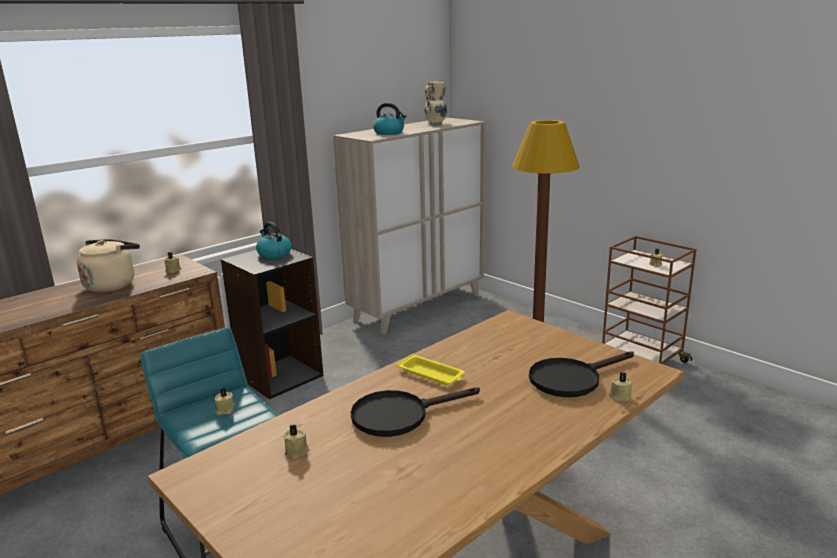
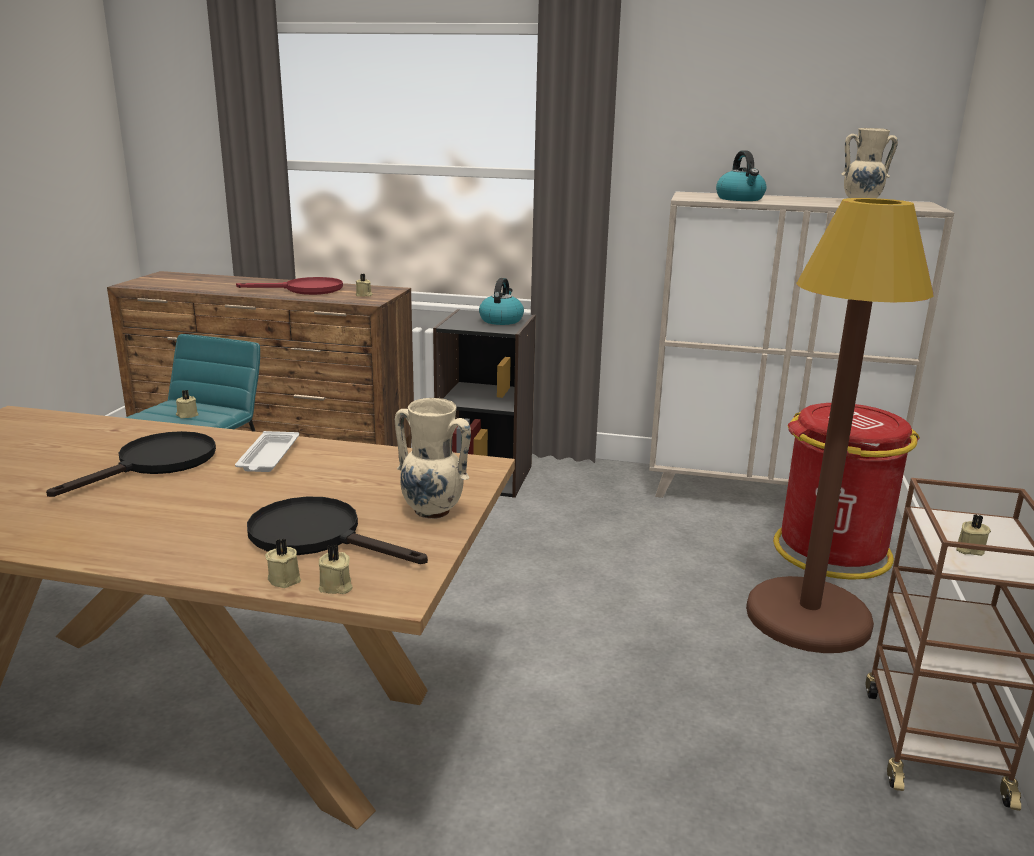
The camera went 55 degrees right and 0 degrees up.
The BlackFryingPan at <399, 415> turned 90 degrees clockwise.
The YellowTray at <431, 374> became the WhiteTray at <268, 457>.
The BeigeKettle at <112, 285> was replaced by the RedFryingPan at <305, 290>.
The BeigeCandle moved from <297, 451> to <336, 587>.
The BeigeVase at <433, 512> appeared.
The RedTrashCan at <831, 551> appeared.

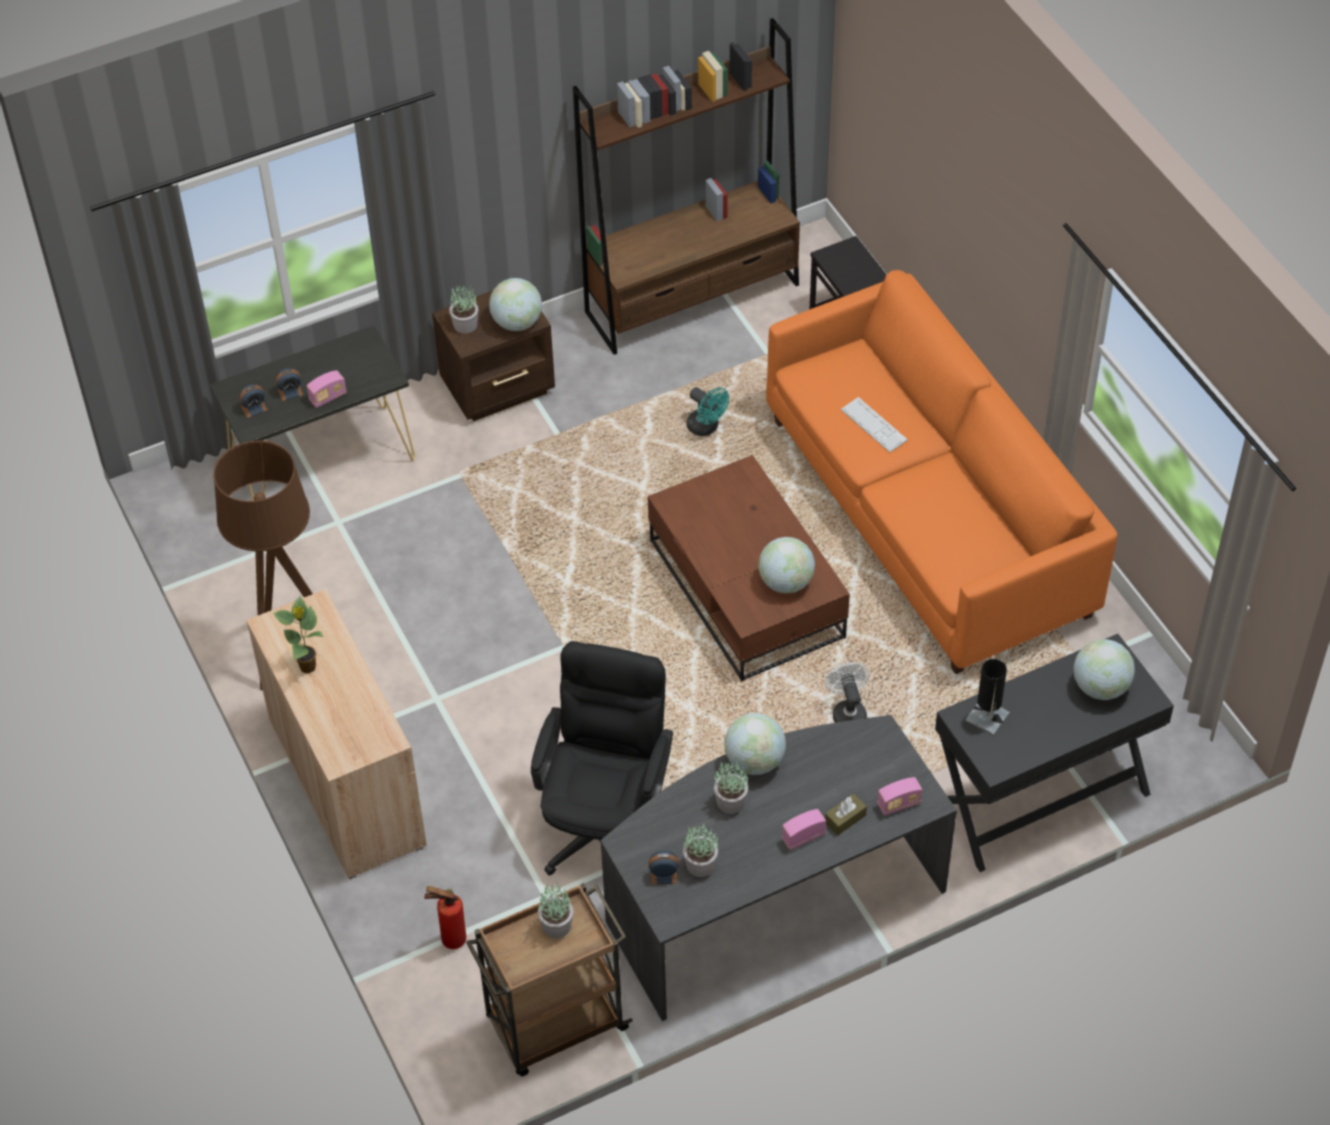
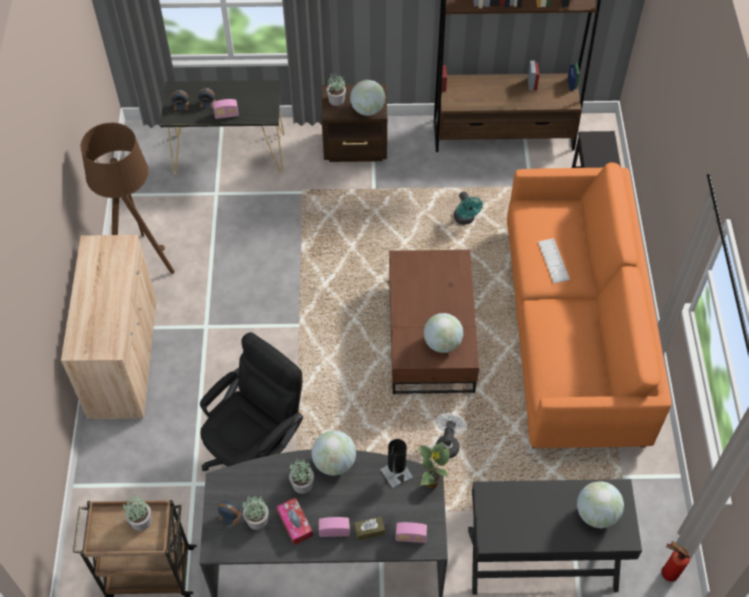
The camera went 25 degrees right and 5 degrees up.
The TissueBox at <295, 523> appeared.
The BlackTableLamp moved from <987, 717> to <396, 473>.
The PottedPlant moved from <308, 667> to <432, 484>.
The FireExtinguisher moved from <450, 939> to <667, 572>.

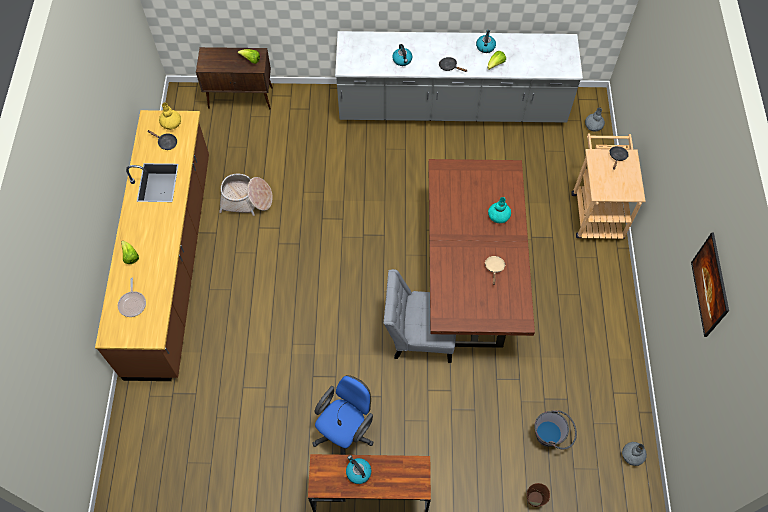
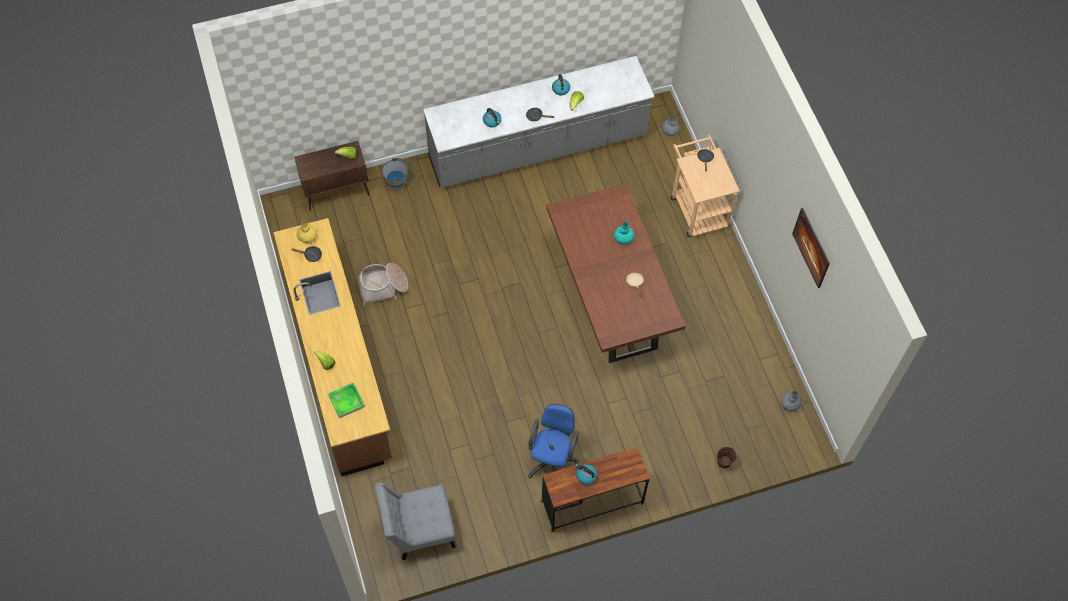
The camera went 20 degrees left and 0 degrees up.
The FryingPan at <133, 303> was replaced by the Tray at <346, 401>.
The GreyChair moved from <419, 334> to <419, 530>.
The GreyBucket moved from <552, 436> to <400, 182>.

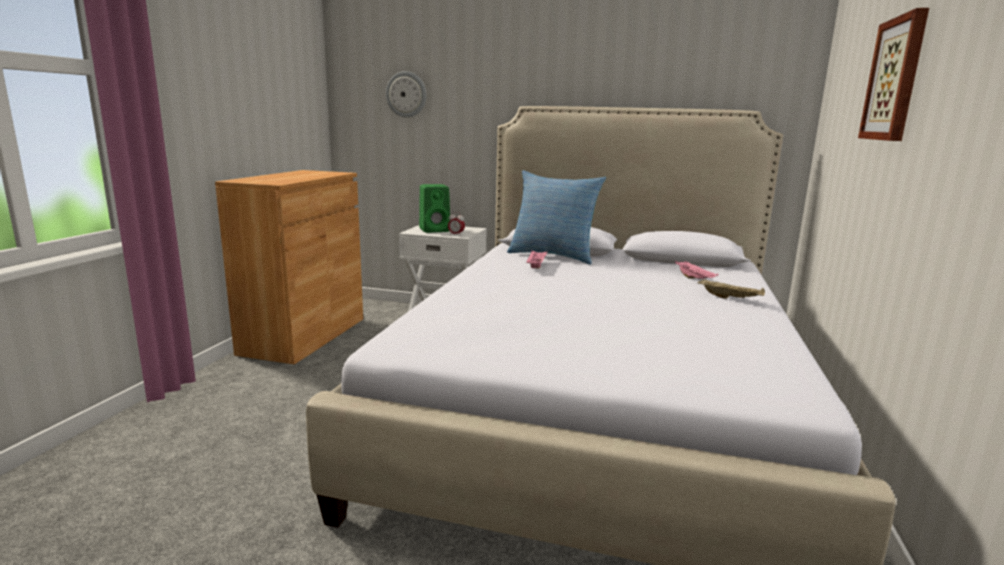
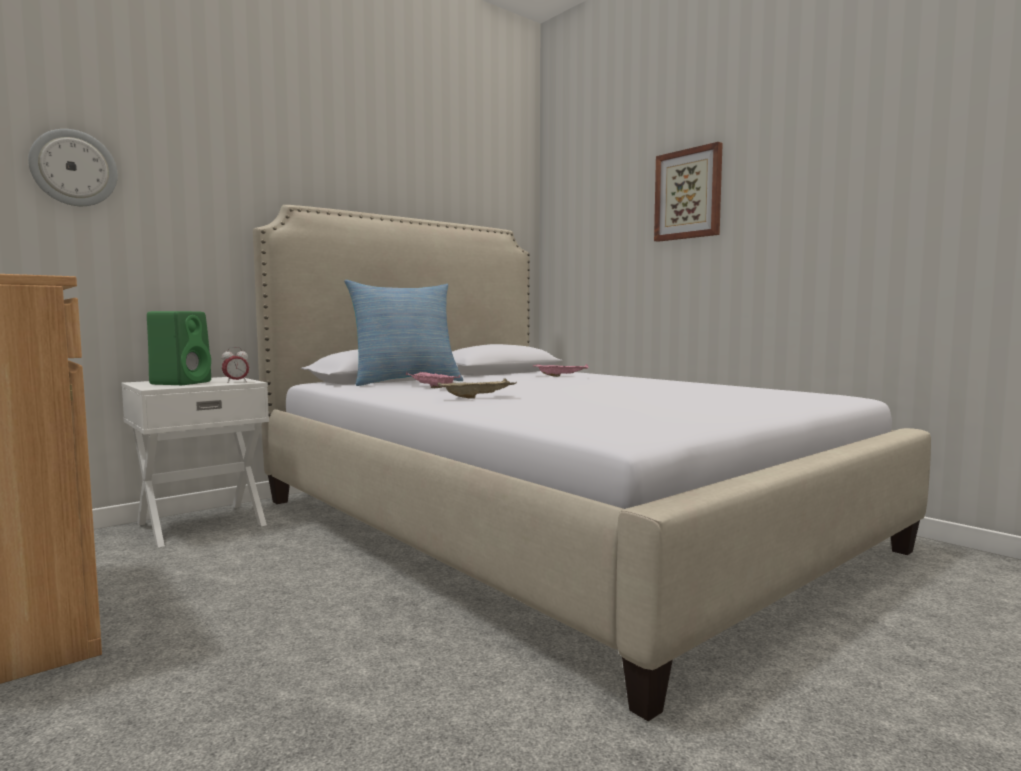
The camera went 55 degrees left and 10 degrees down.
The BeigeTray moved from <731, 298> to <477, 397>.

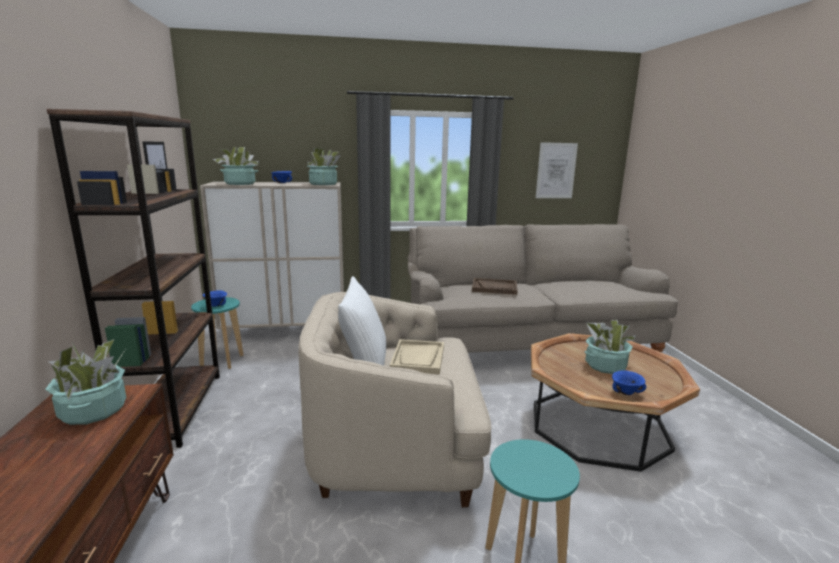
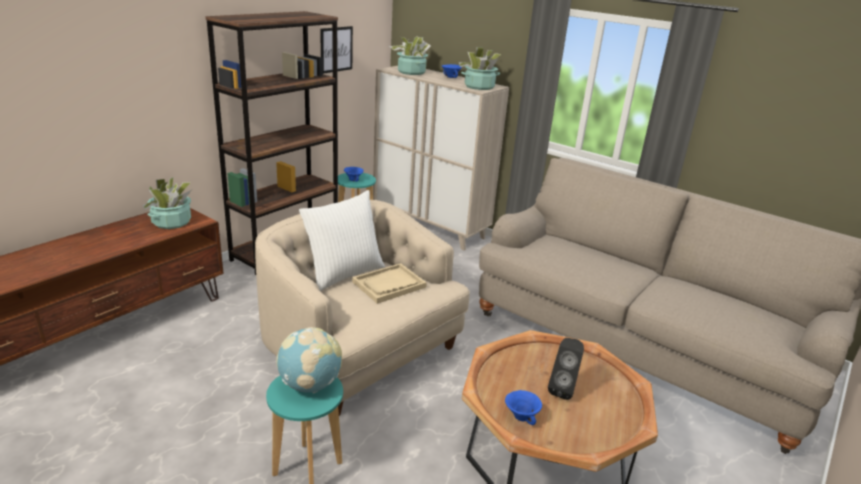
The camera went 45 degrees right and 10 degrees up.
The Globe at <310, 385> appeared.
The PottedPlant at <605, 366> was replaced by the BlackSpeaker at <563, 389>.
The BrownTray at <494, 288> disappeared.
The Picture at <556, 170> disappeared.

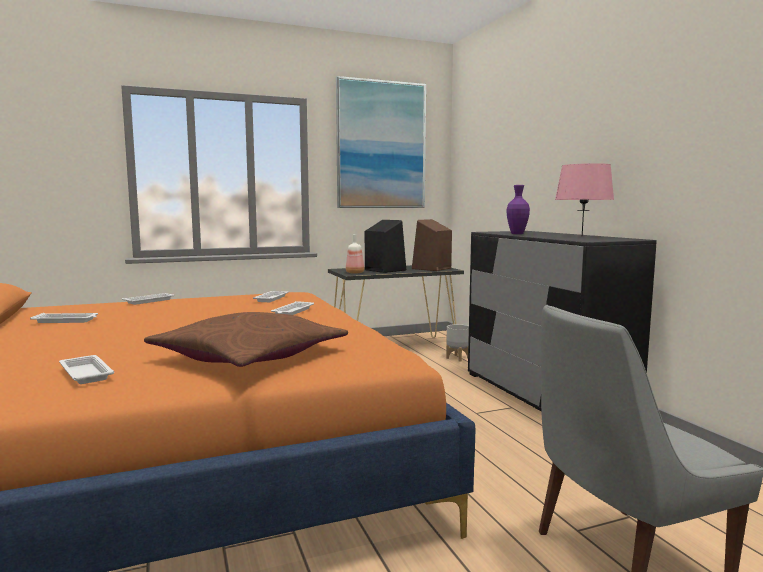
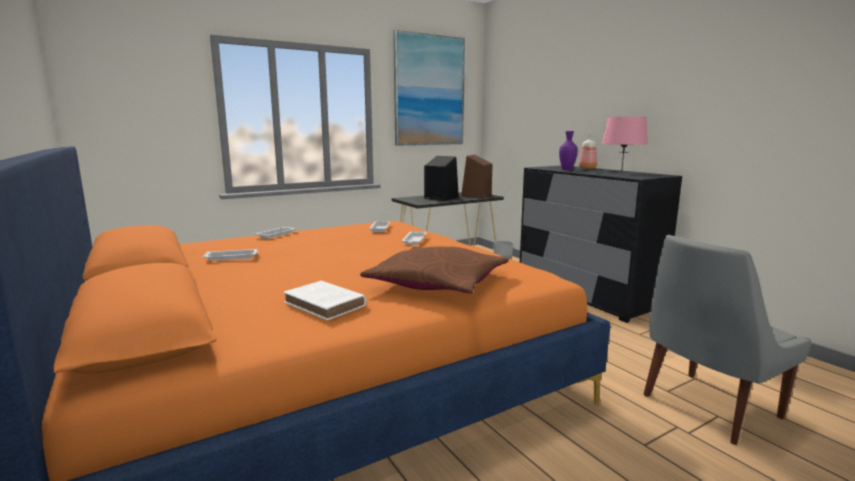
The camera went 10 degrees left and 5 degrees up.
The WhiteTray at <86, 373> was replaced by the WhiteBook at <326, 305>.
The Bottle moved from <355, 273> to <587, 168>.

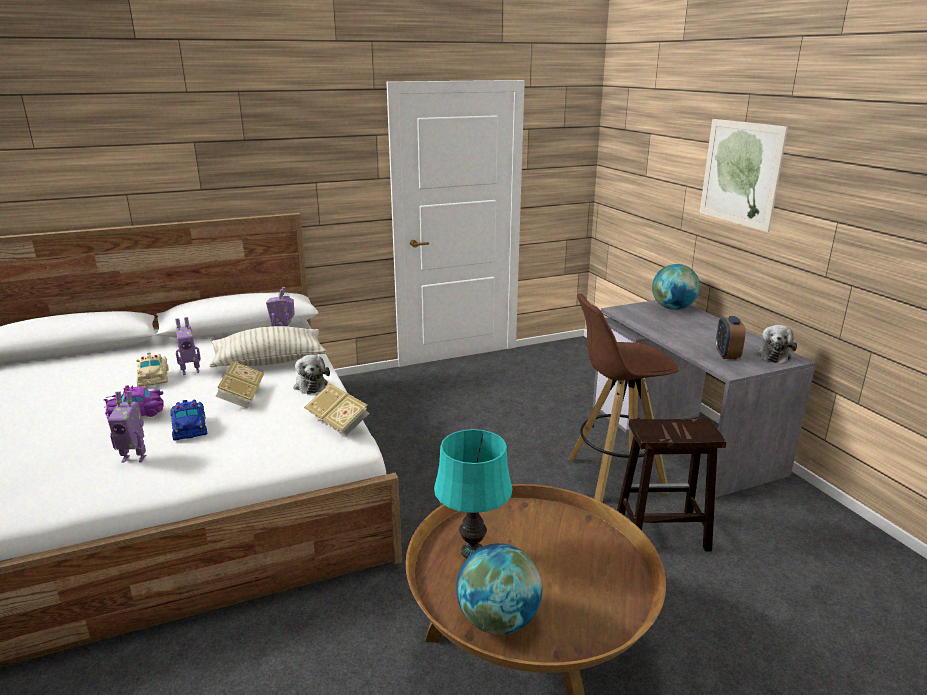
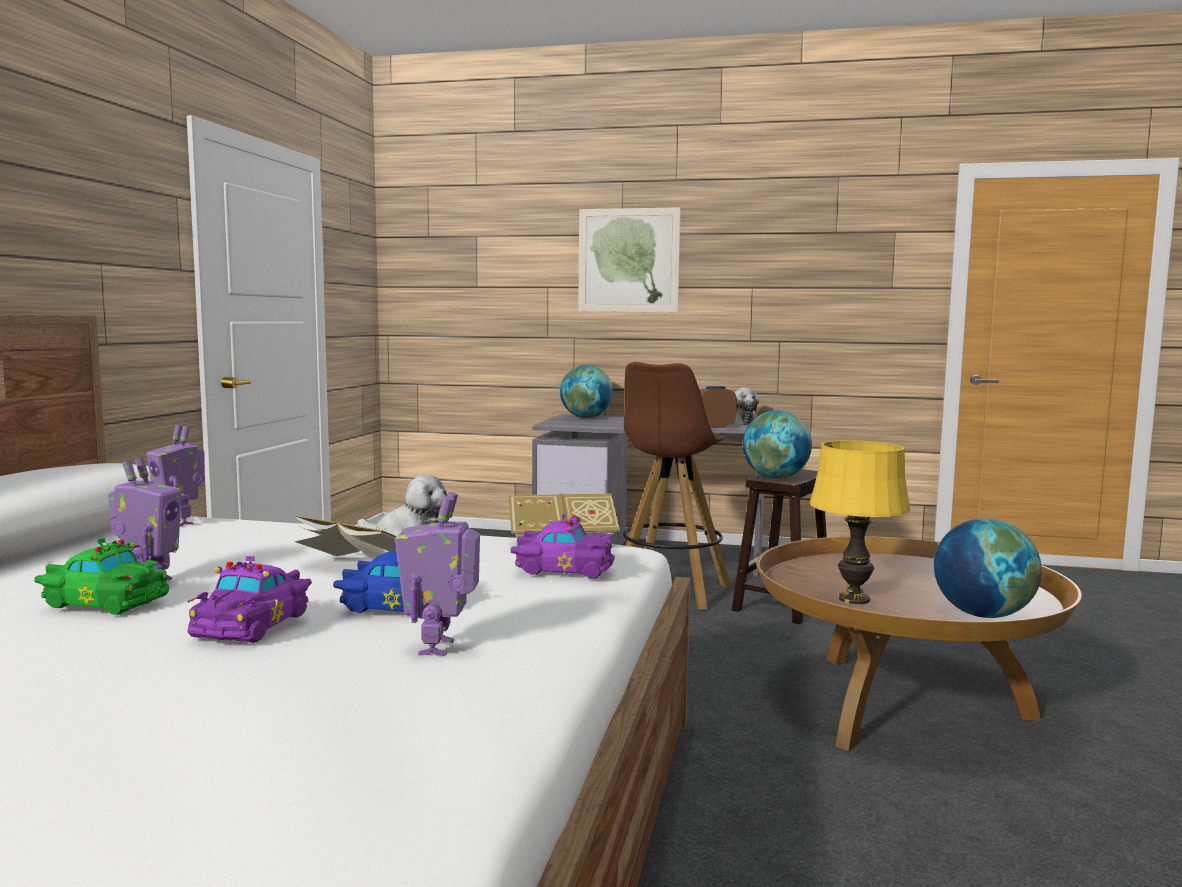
The camera went 55 degrees left and 15 degrees down.
The BeigeToyCar at <154, 377> became the GreenToyCar at <105, 601>.
The ToyRobot at <134, 458> turned 150 degrees clockwise.
The PurpleToyCar at <562, 568> appeared.
The AlarmClock at <727, 355> turned 120 degrees clockwise.
The Globe at <775, 477> appeared.
The TurquoiseTableLamp at <473, 551> became the YellowTableLamp at <854, 599>.
The Pillow at <270, 362> disappeared.

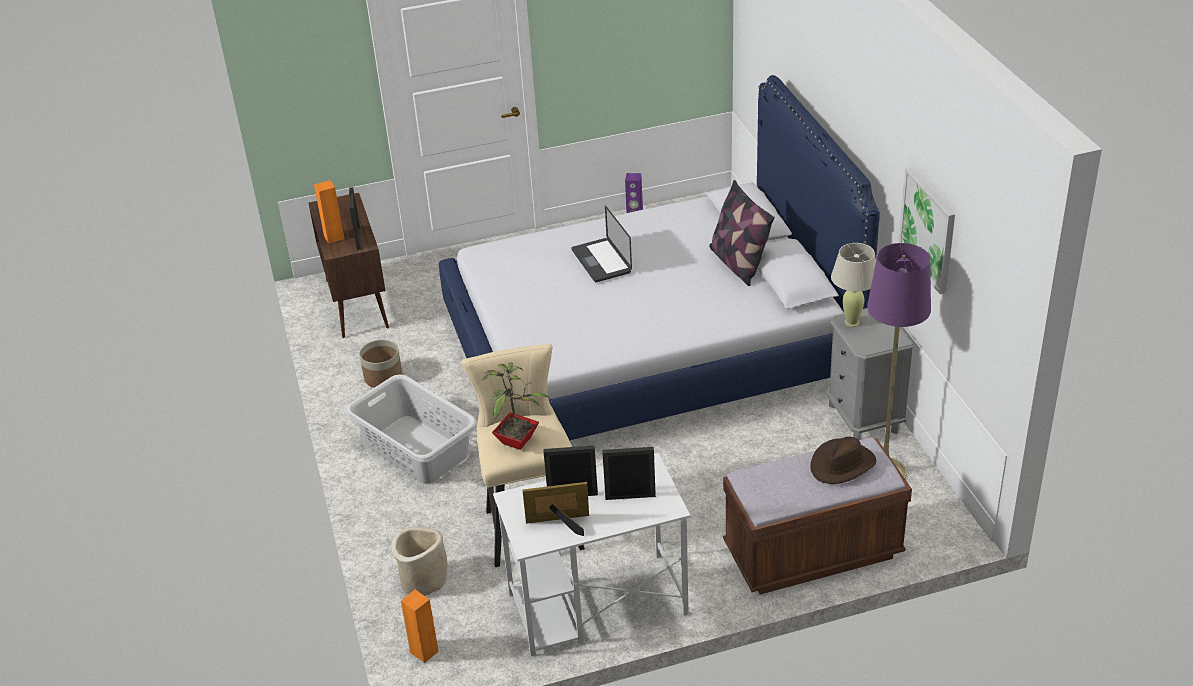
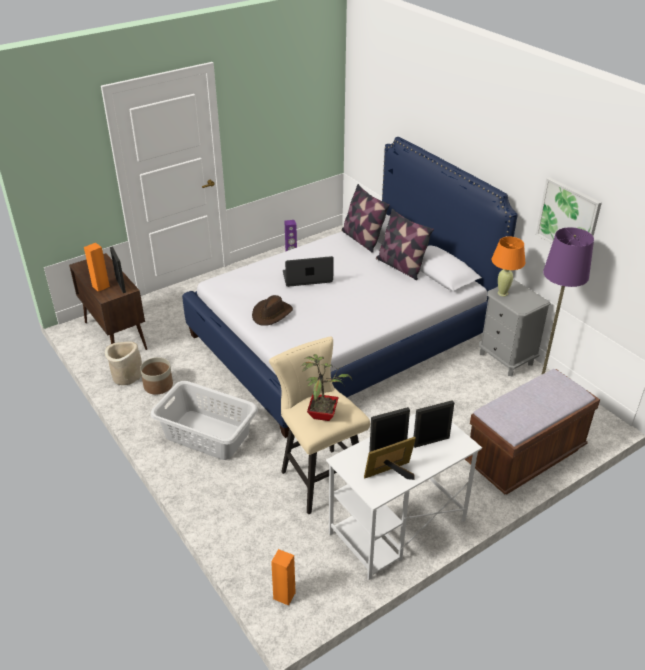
The camera went 20 degrees left and 0 degrees up.
The BeigePlanter moved from <423, 580> to <126, 376>.
The BrownHat moved from <842, 465> to <272, 314>.
The Laptop at <601, 261> turned 120 degrees clockwise.
The Pillow at <362, 239> appeared.
The BeigeTableLamp at <851, 322> became the OrangeTableLamp at <502, 293>.

